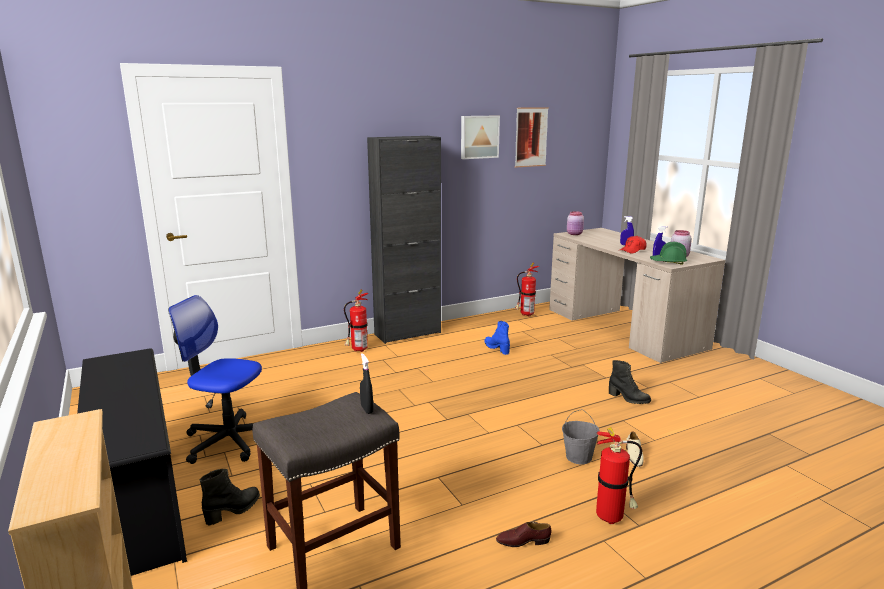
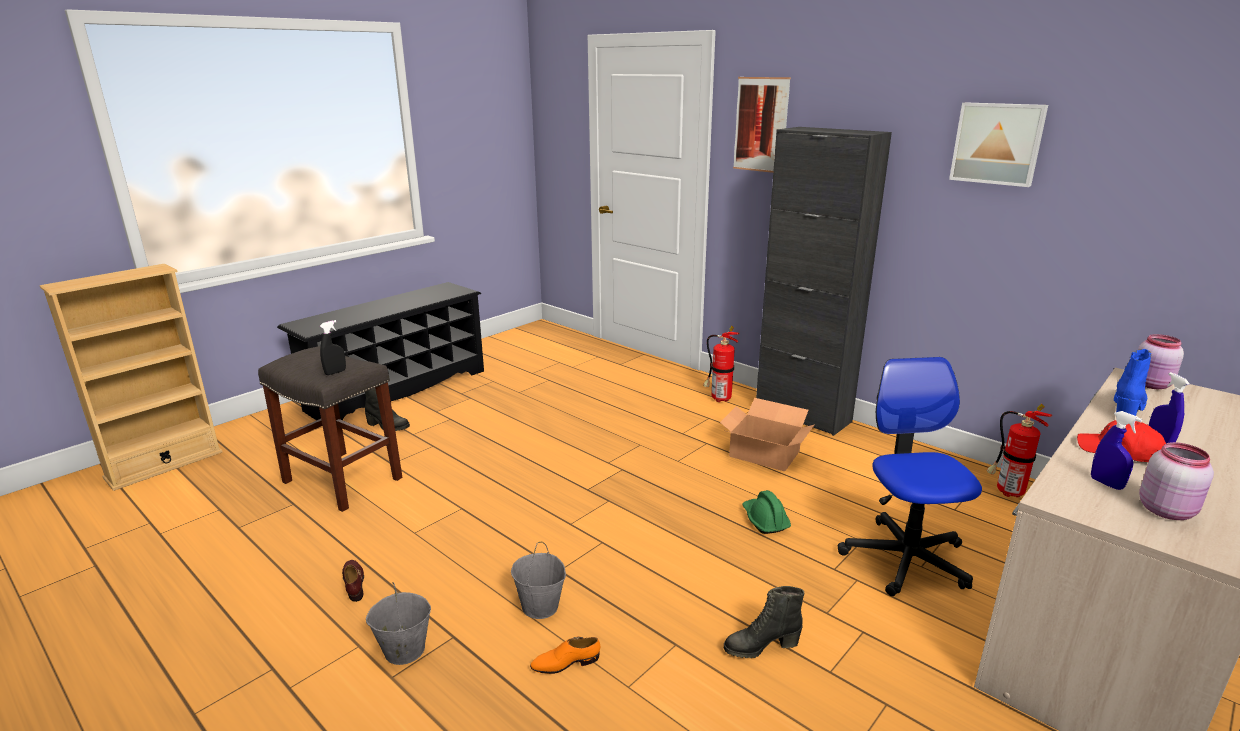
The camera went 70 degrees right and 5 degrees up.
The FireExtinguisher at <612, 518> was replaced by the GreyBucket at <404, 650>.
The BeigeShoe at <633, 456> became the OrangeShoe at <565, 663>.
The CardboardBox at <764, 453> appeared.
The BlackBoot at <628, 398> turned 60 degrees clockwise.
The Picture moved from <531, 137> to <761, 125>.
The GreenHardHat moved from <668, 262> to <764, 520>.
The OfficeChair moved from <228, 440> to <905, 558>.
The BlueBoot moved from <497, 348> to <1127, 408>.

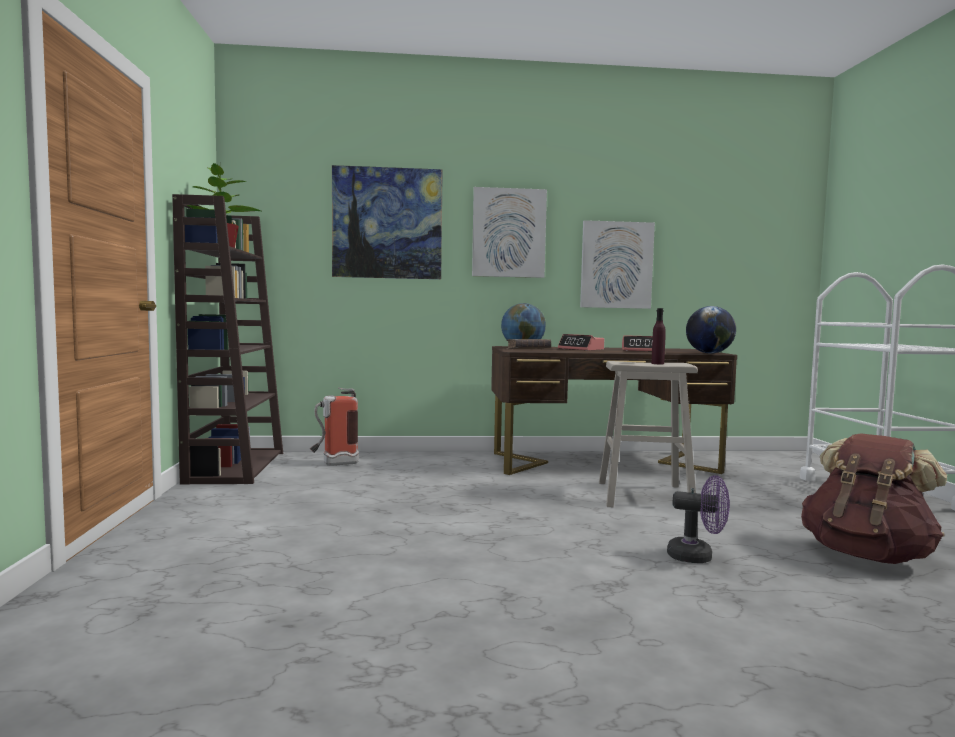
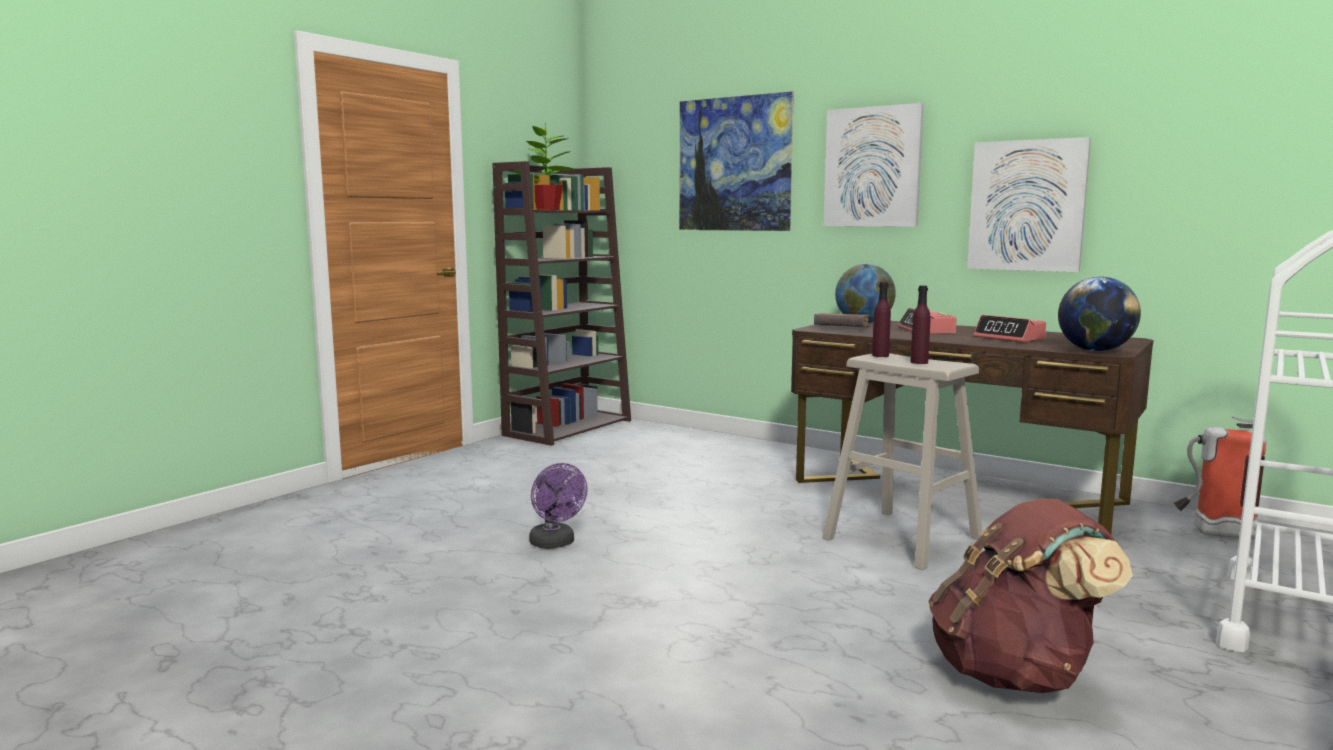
The camera went 40 degrees right and 5 degrees up.
The PurpleFan moved from <697, 557> to <555, 544>.
The PurpleBottle at <880, 355> appeared.
The FireExtinguisher moved from <334, 464> to <1211, 533>.

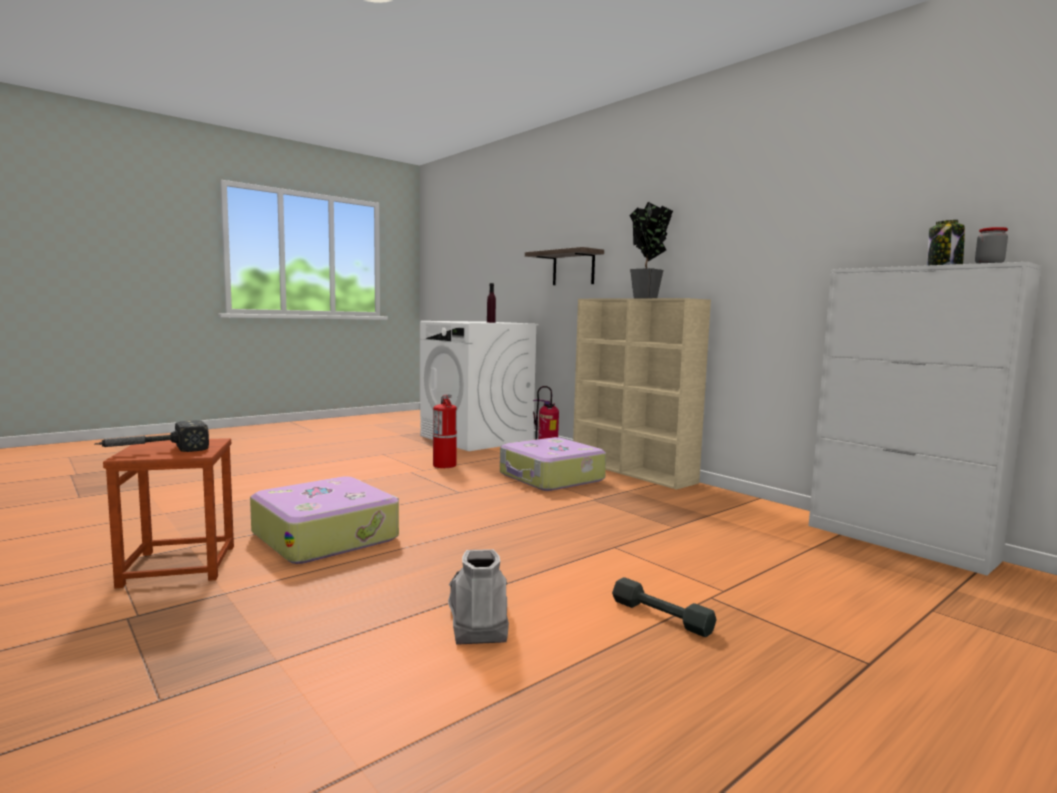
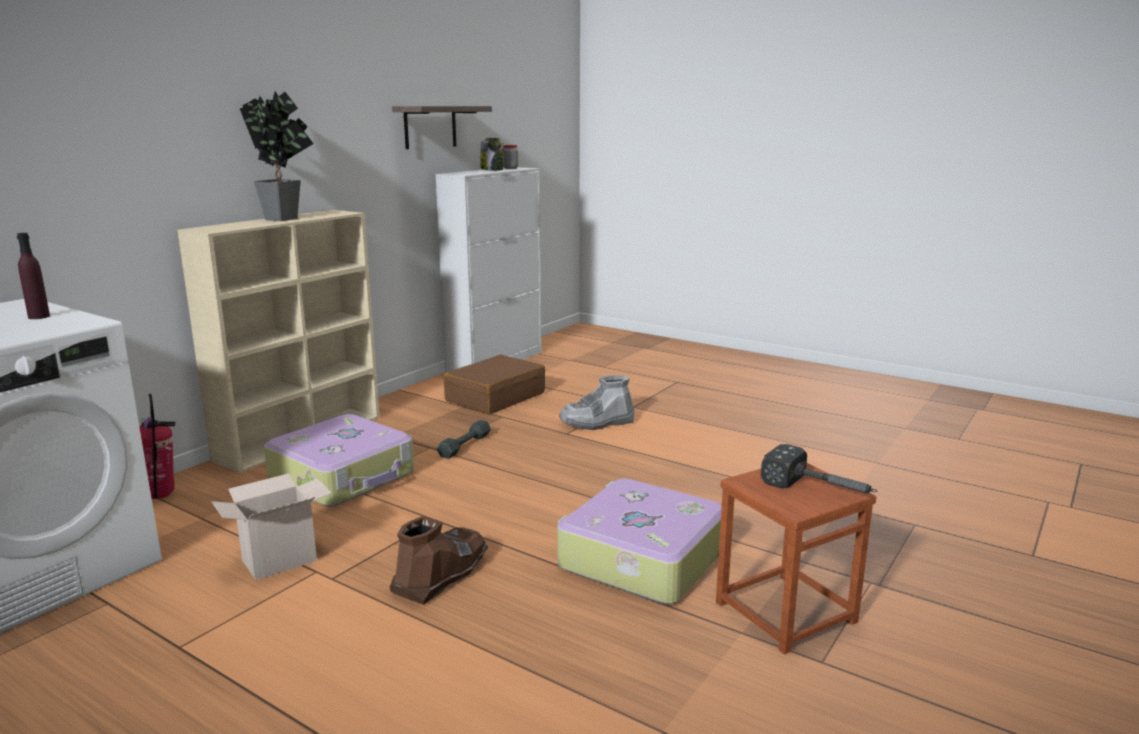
The camera went 105 degrees left and 10 degrees up.
The FireExtinguisher at <444, 465> was replaced by the CardboardBox at <281, 559>.
The BrownBoot at <440, 575> appeared.
The Shelf moved from <573, 268> to <430, 127>.
The GreyDumbbell moved from <661, 616> to <464, 445>.
The BrownSuitcase at <495, 397> appeared.
The GreyBoot moved from <478, 615> to <597, 423>.

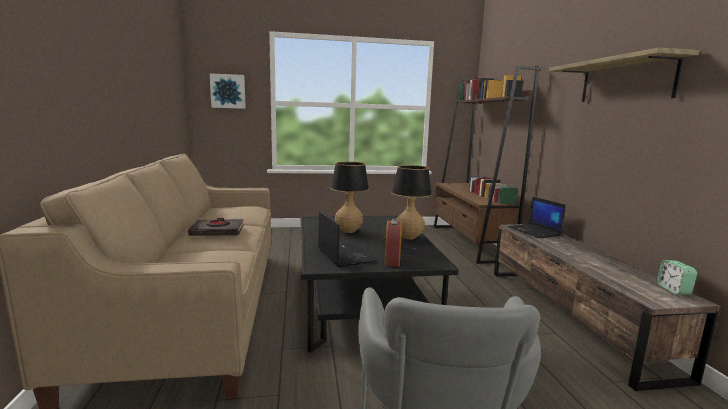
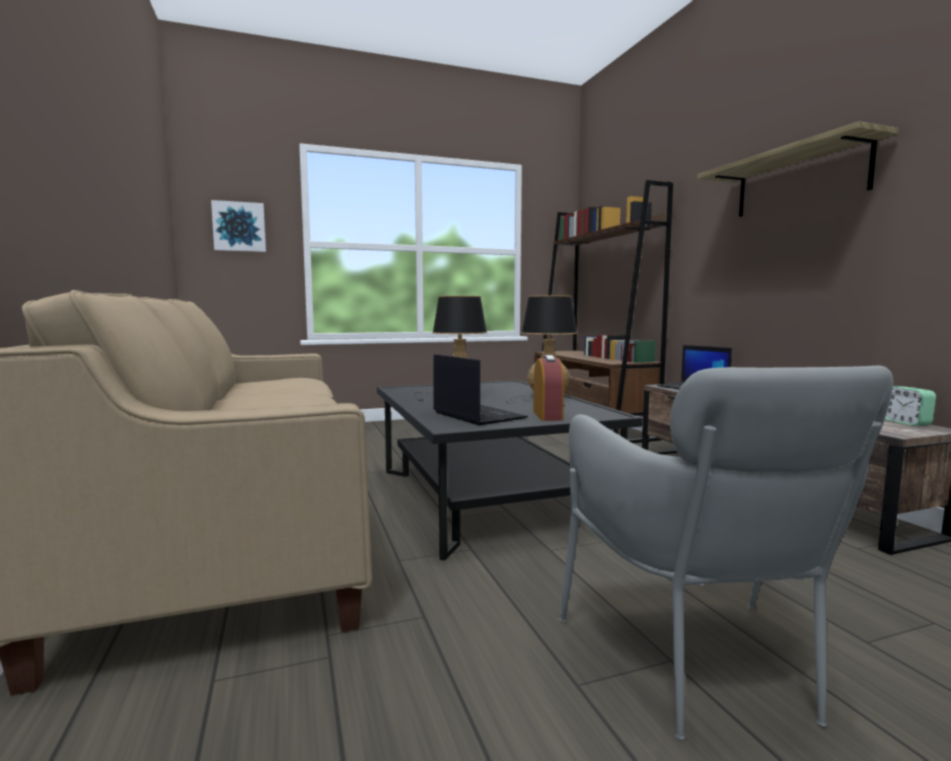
The camera went 10 degrees left and 5 degrees down.
The BlackBook at <217, 231> disappeared.

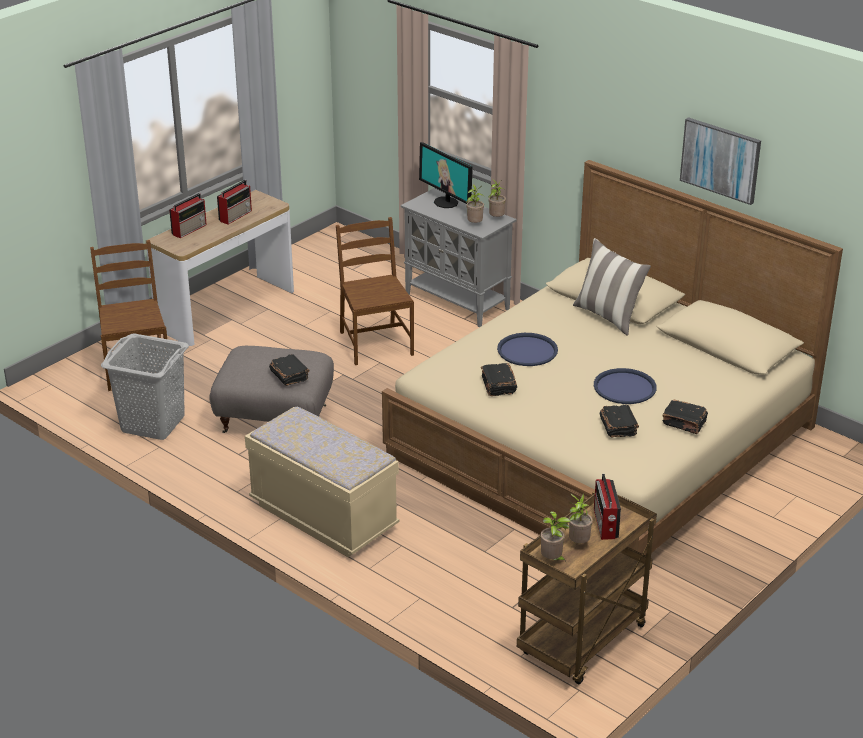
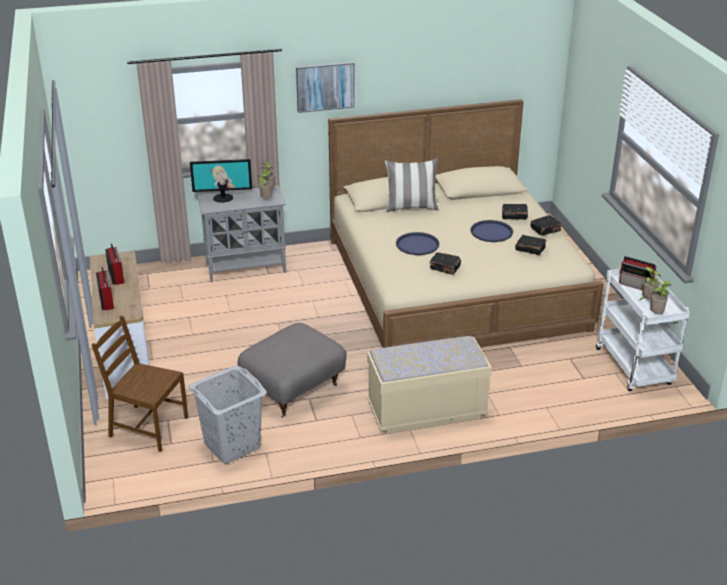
The camera went 55 degrees left and 0 degrees up.
The Picture moved from <720, 160> to <325, 86>.
The BlackBook moved from <289, 376> to <514, 216>.
The BrownCart at <582, 642> became the WhiteCart at <635, 368>.
The BrownChair at <375, 343> disappeared.

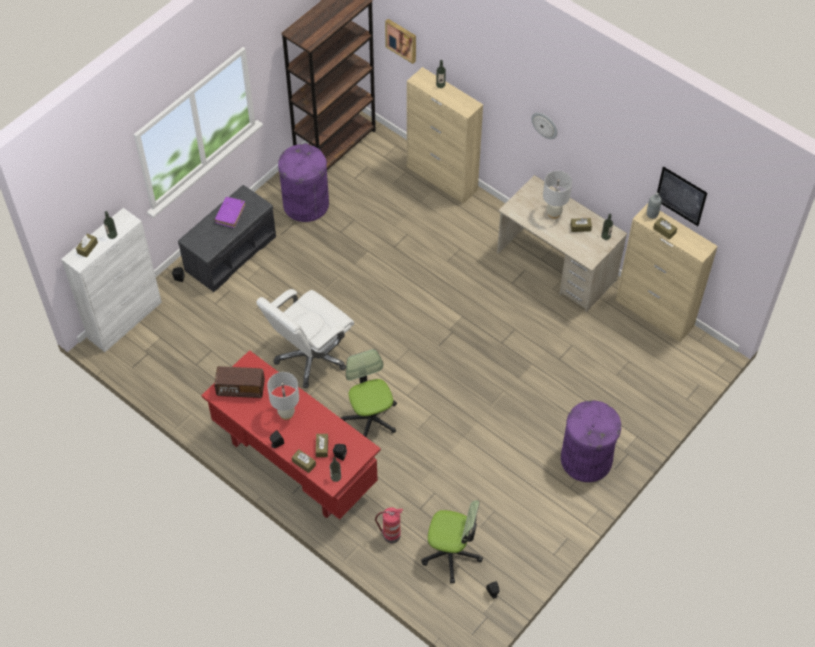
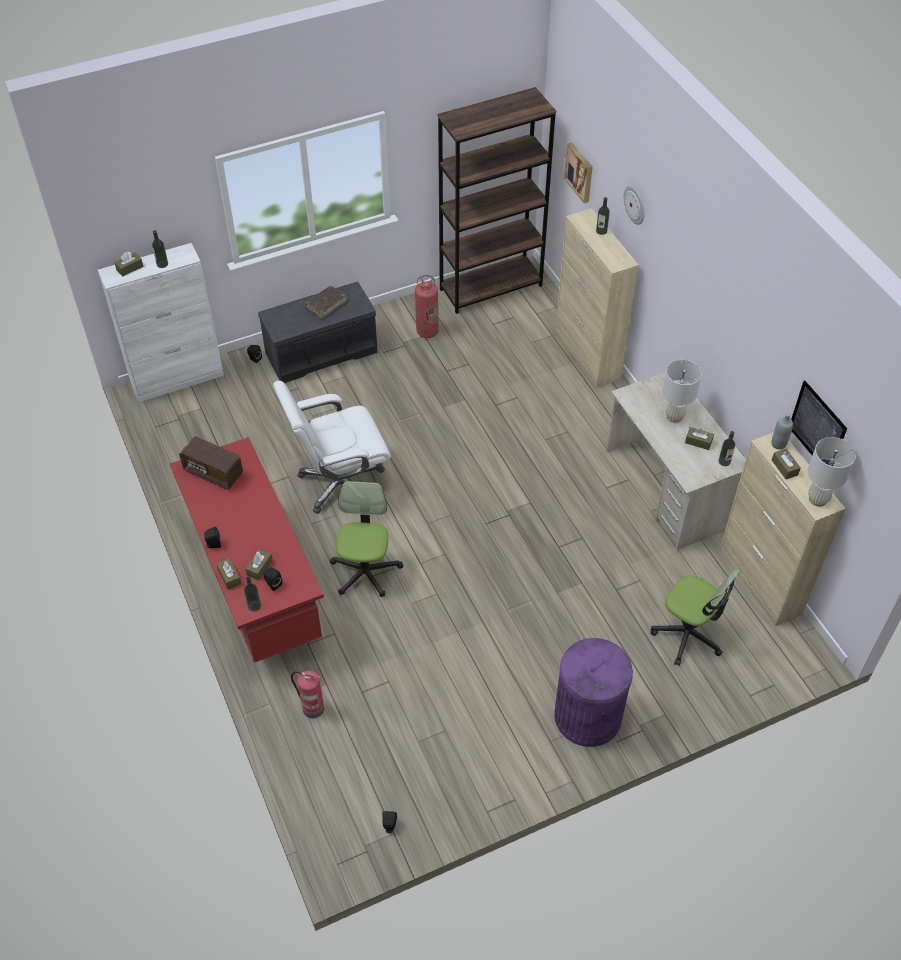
The camera went 25 degrees right and 5 degrees down.
The PurpleBook at <230, 214> became the BrownBook at <326, 305>.
The PurpleTrashCan at <306, 203> was replaced by the FireExtinguisher at <427, 331>.
The WallClock moved from <545, 125> to <635, 204>.
The OfficeChair moved from <451, 553> to <688, 634>.
The WhiteTableLamp moved from <286, 413> to <818, 499>.

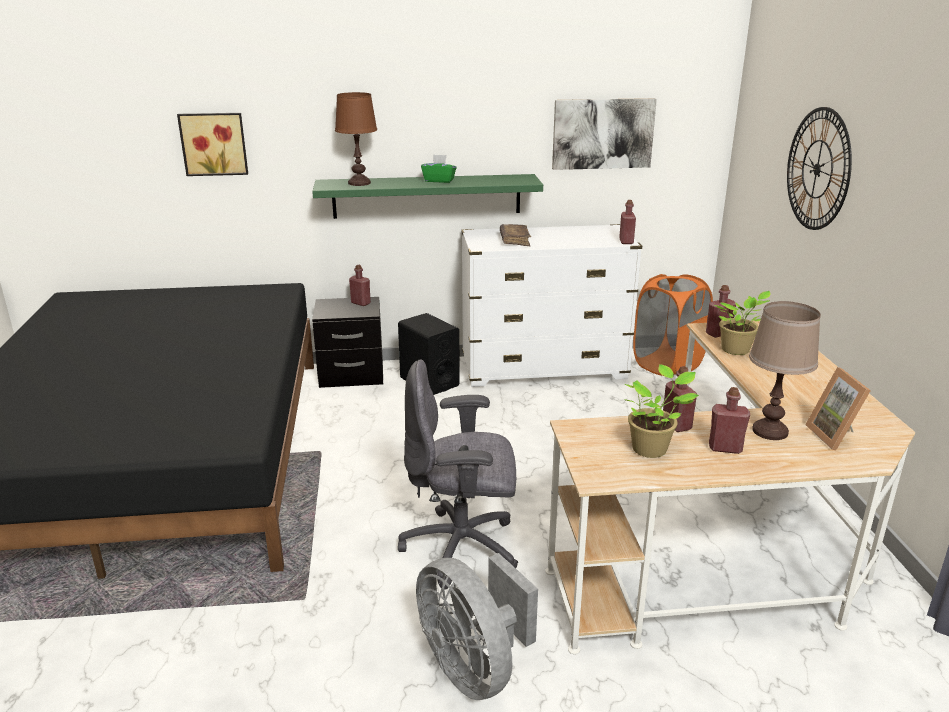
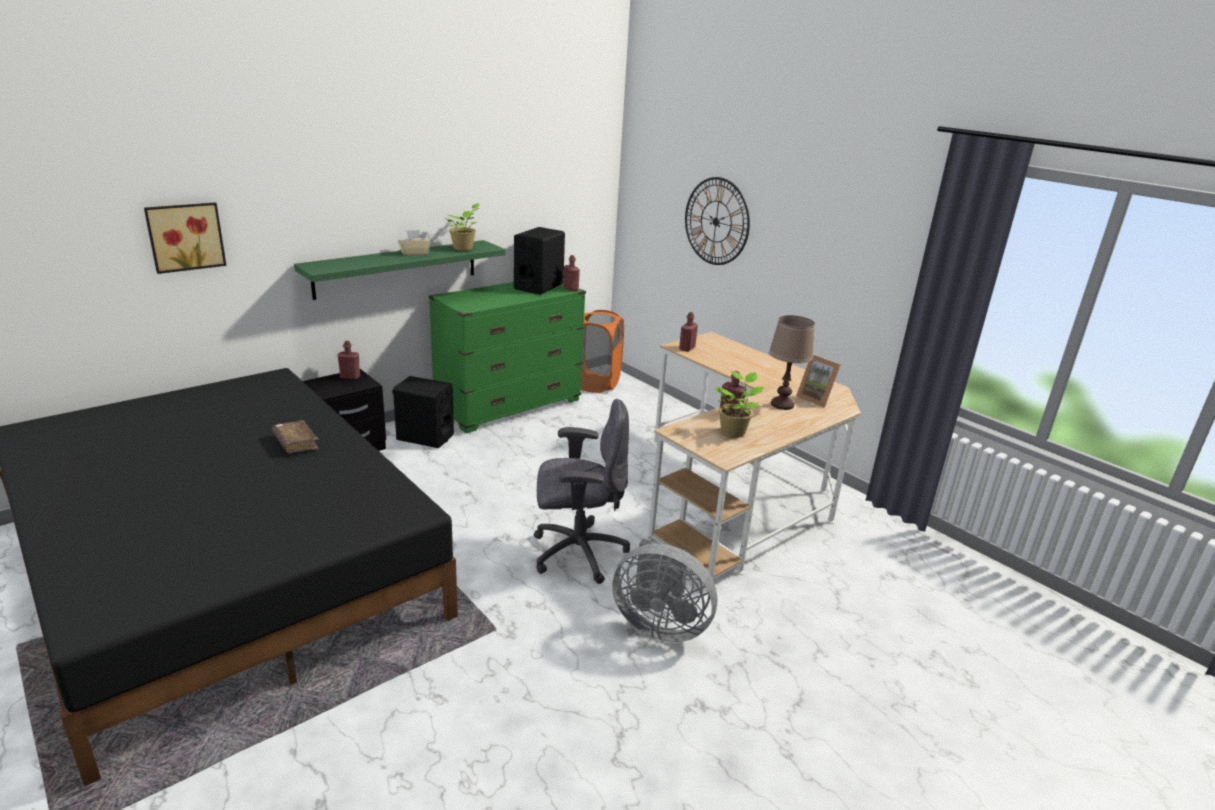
The camera went 35 degrees left and 0 degrees up.
The BrownBook moved from <514, 240> to <296, 443>.
The GreenTissueBox at <439, 180> became the BeigeTissueBox at <414, 253>.
The WhiteDresser at <544, 369> became the GreenDresser at <509, 406>.
The PottedPlant moved from <737, 350> to <464, 249>.
The BlackSpeaker at <539, 286> appeared.
The GreyOfficeChair at <462, 548> turned 150 degrees counterclockwise.
The BrownTableLamp at <359, 183> disappeared.
The Picture at <602, 133> disappeared.
The RedBottle at <725, 448> disappeared.

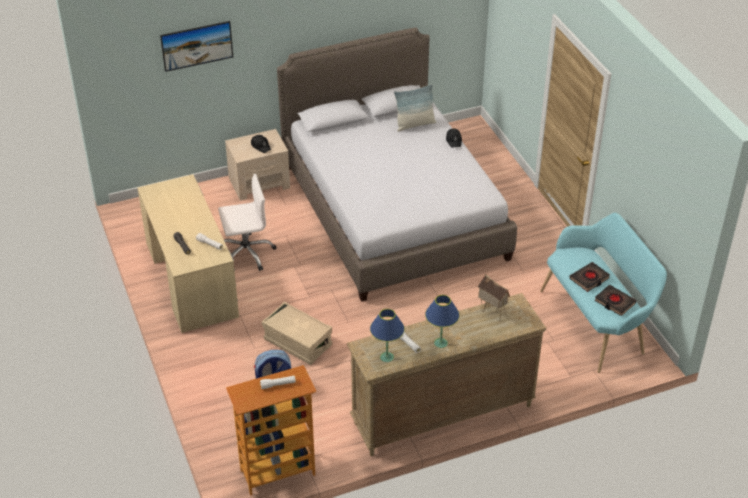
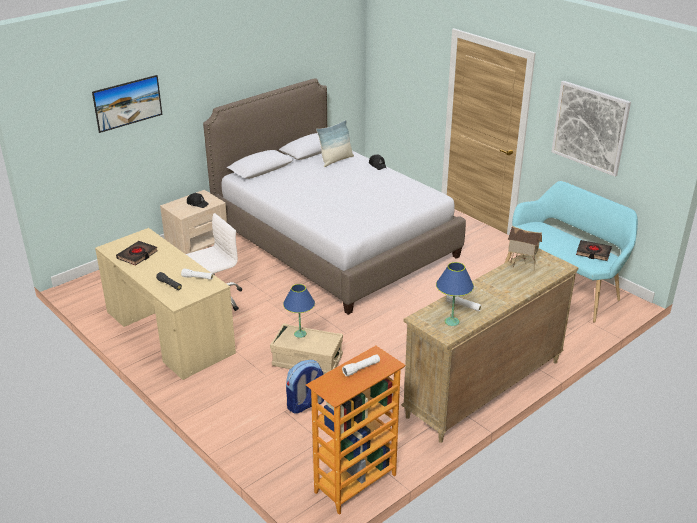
The camera went 20 degrees left and 10 degrees down.
The BlackBook moved from <589, 279> to <137, 255>.
The BlueTableLamp moved from <440, 343> to <300, 334>.
The Picture at <590, 127> appeared.

